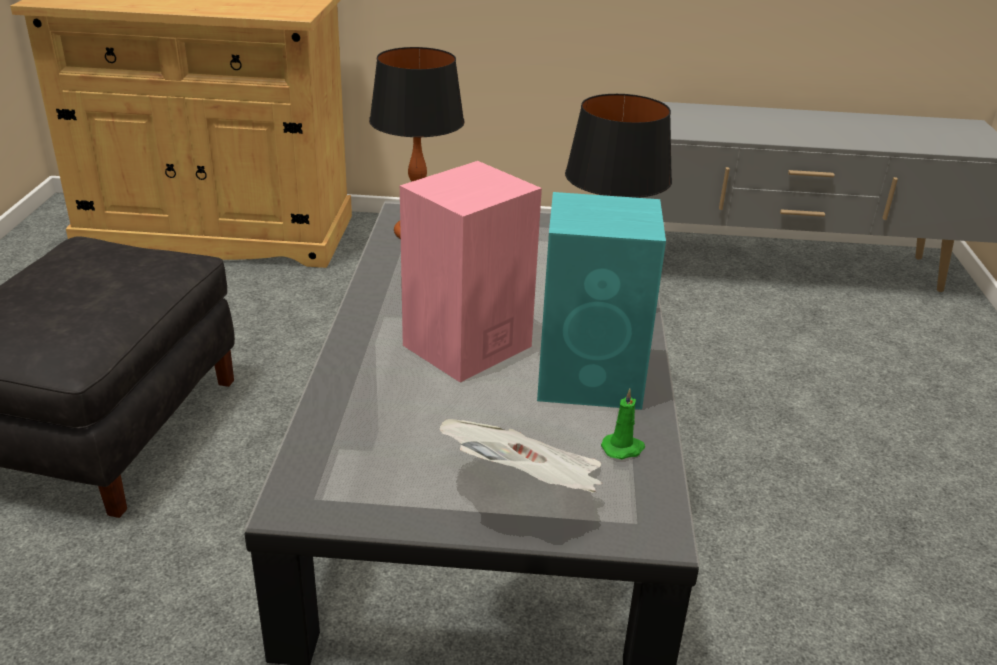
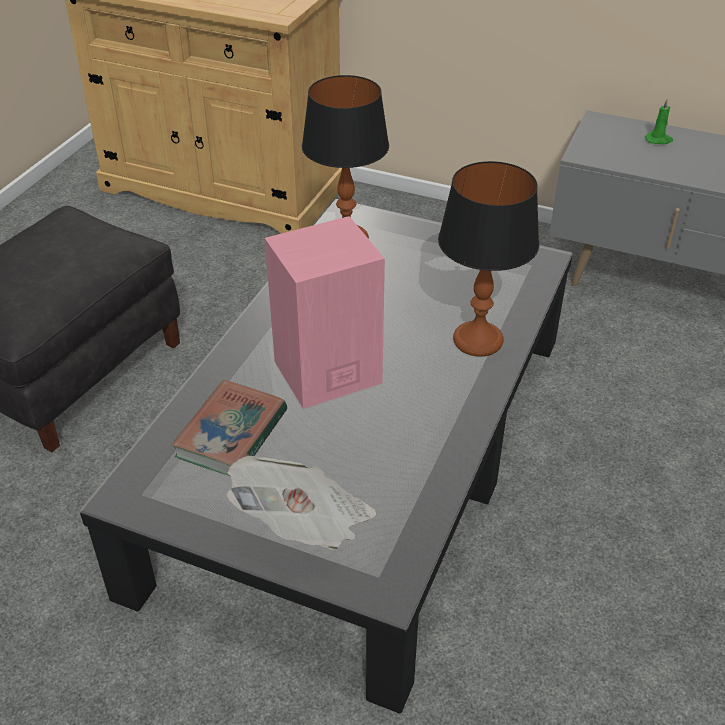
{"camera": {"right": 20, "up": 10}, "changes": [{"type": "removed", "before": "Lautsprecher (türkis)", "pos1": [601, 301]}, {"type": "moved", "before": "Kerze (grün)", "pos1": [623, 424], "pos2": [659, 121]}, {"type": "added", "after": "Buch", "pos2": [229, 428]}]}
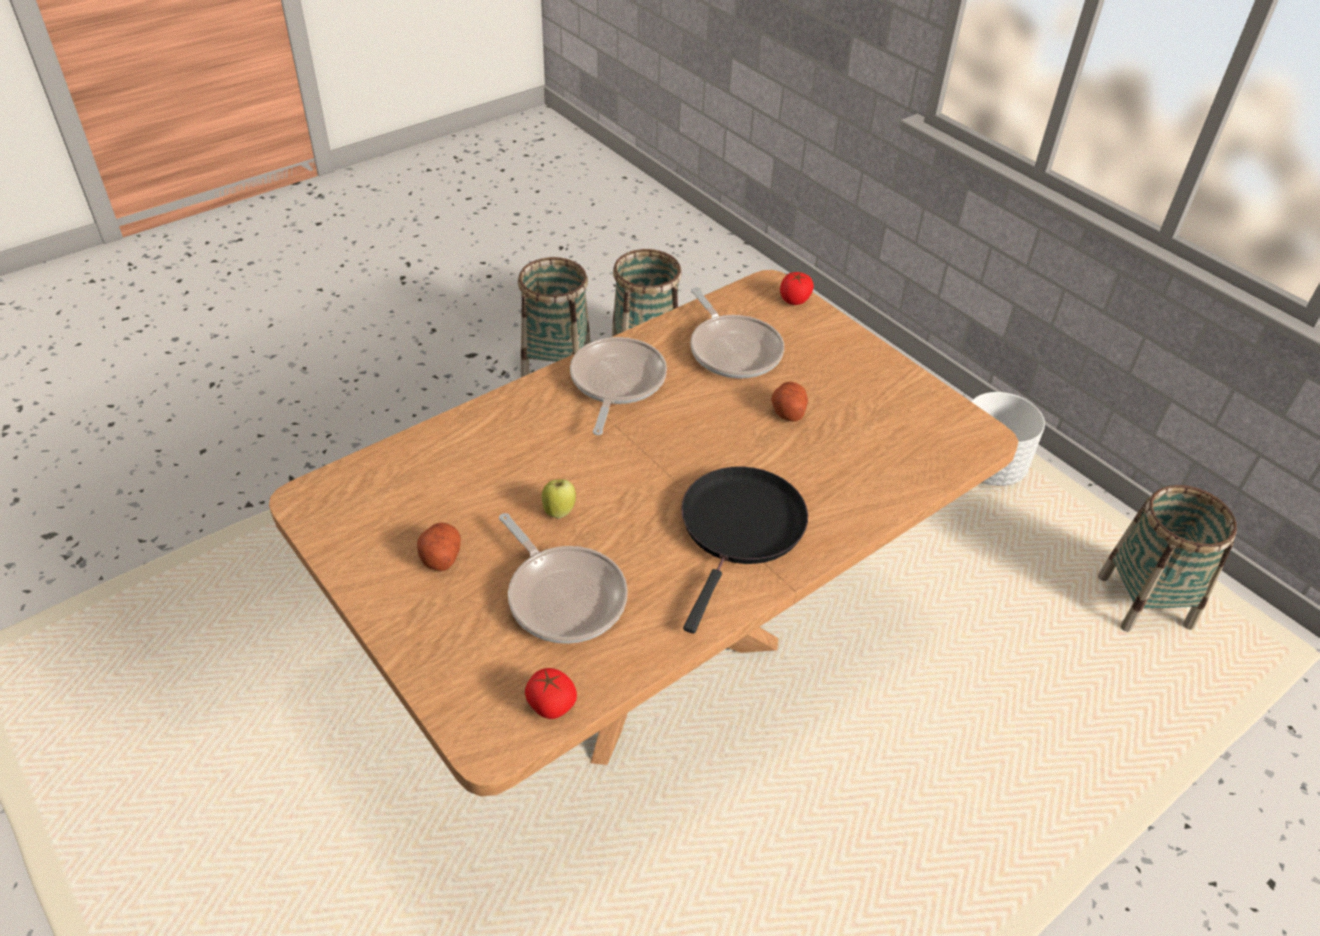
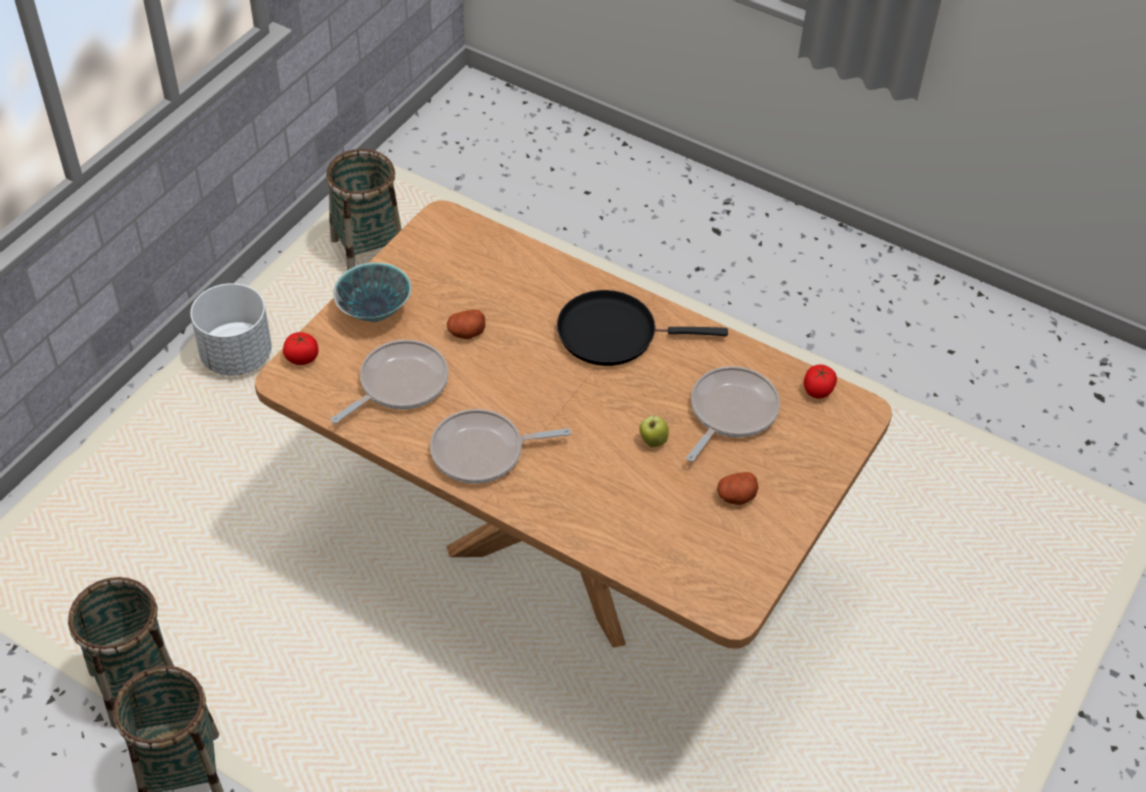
{"camera": {"right": -110, "up": 5}, "changes": [{"type": "added", "after": "Schüssel", "pos2": [372, 292]}]}
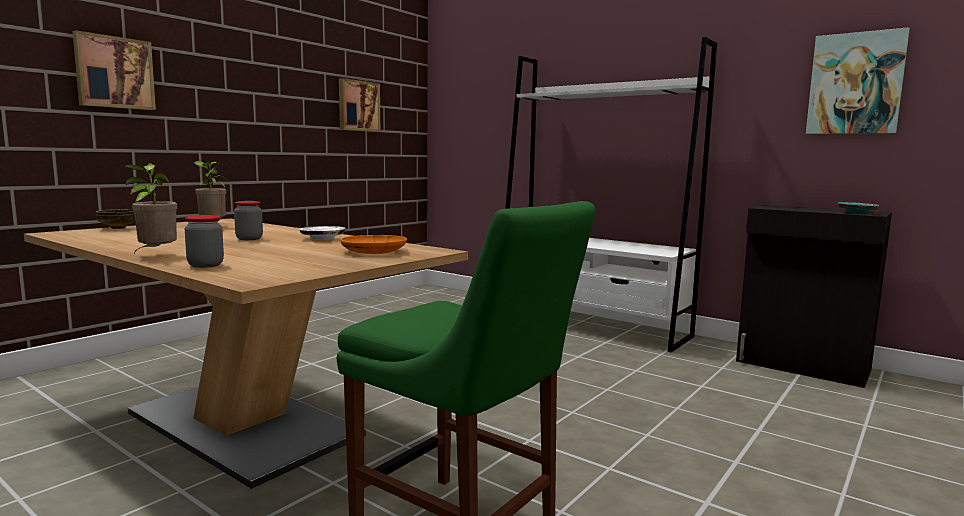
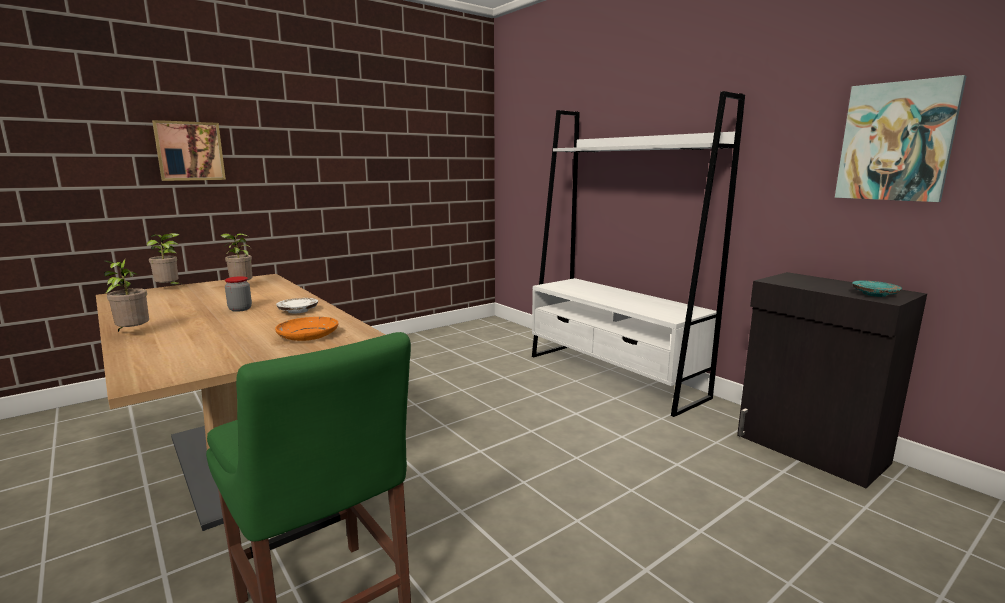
{"camera": {"right": 15, "up": 5}, "changes": [{"type": "removed", "before": "Bild", "pos1": [359, 105]}, {"type": "replaced", "before": "Schüssel", "after": "Topfpflanze", "pos1": [115, 219], "pos2": [165, 259]}, {"type": "removed", "before": "Vorratsglas", "pos1": [204, 241]}]}
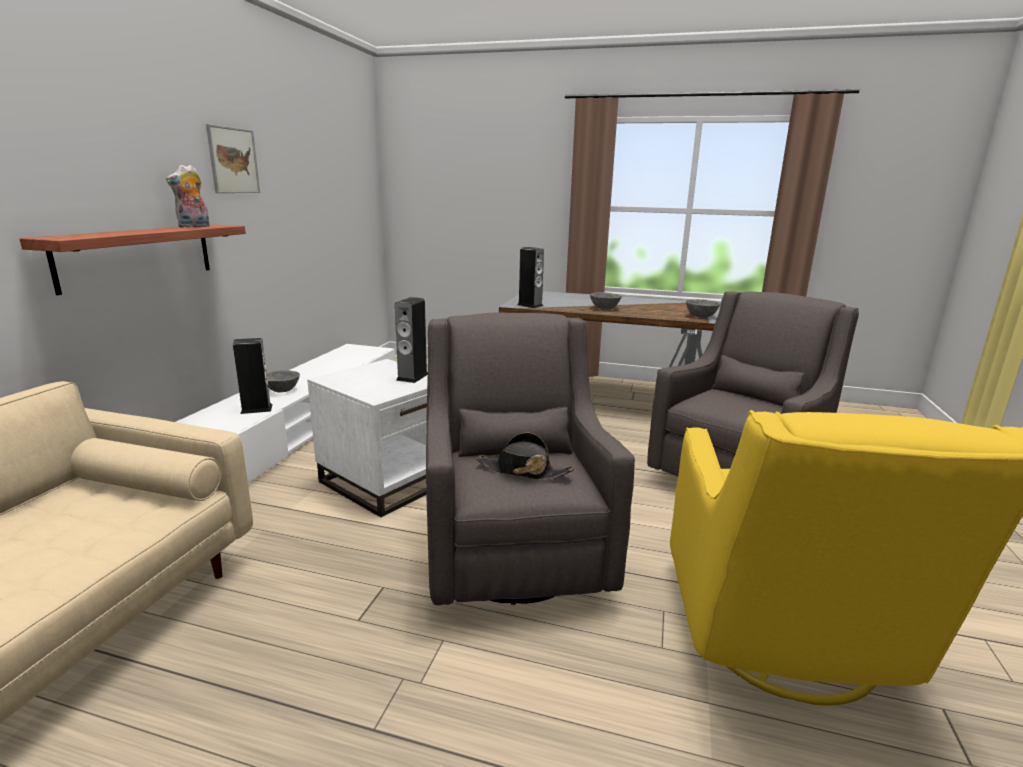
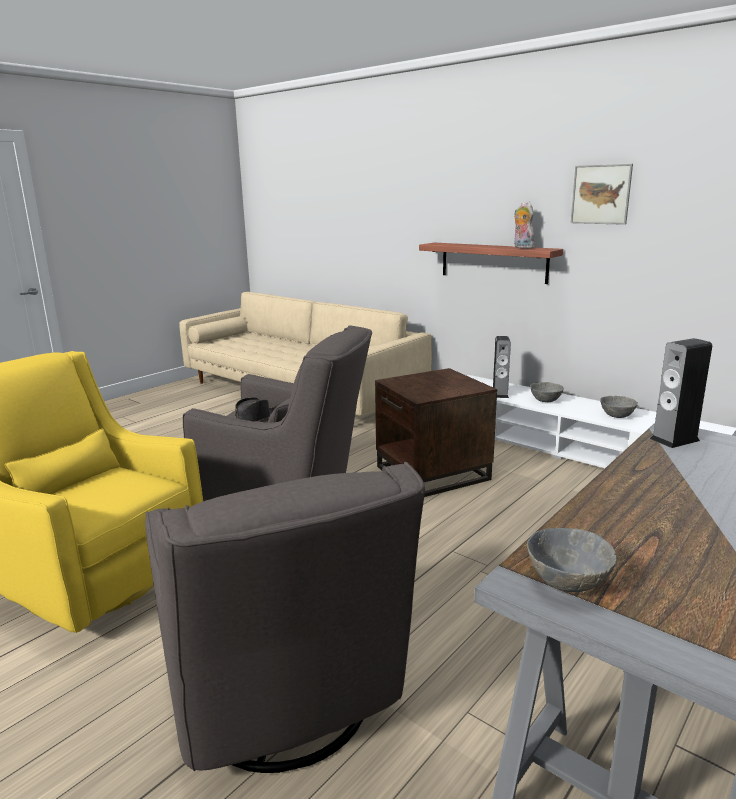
{"camera": {"right": 115, "up": 0}, "changes": [{"type": "moved", "before": "Schüssel (grau)", "pos1": [606, 301], "pos2": [619, 407]}, {"type": "removed", "before": "Lautsprecher", "pos1": [411, 340]}, {"type": "recoloured", "before": "Beistelltisch (weiß)", "after": "Beistelltisch (braun)", "pos1": [367, 438], "pos2": [436, 432]}]}
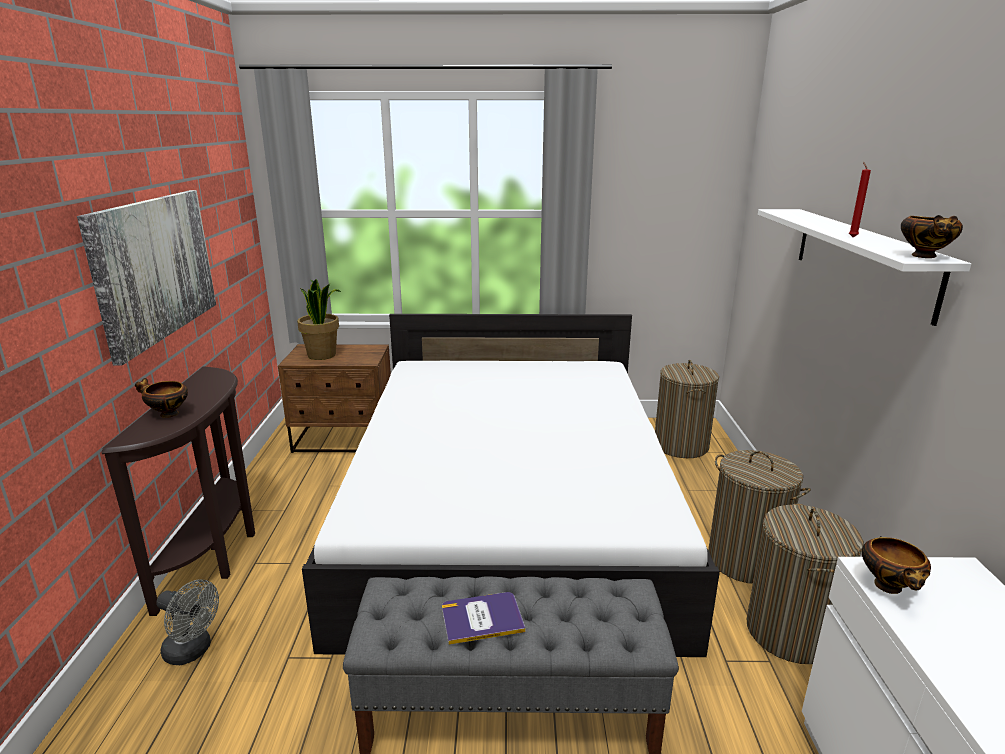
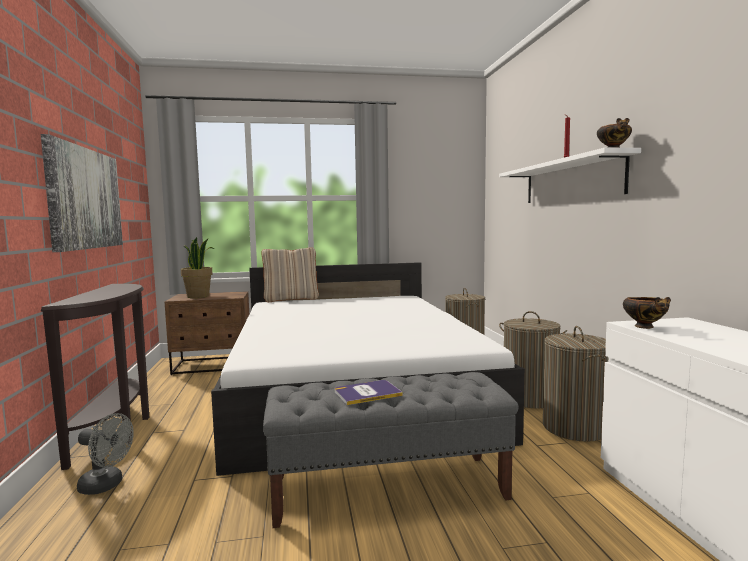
{"camera": {"right": -10, "up": -15}, "changes": [{"type": "removed", "before": "Schüssel", "pos1": [161, 398]}, {"type": "added", "after": "Kissen (beige)", "pos2": [290, 275]}]}
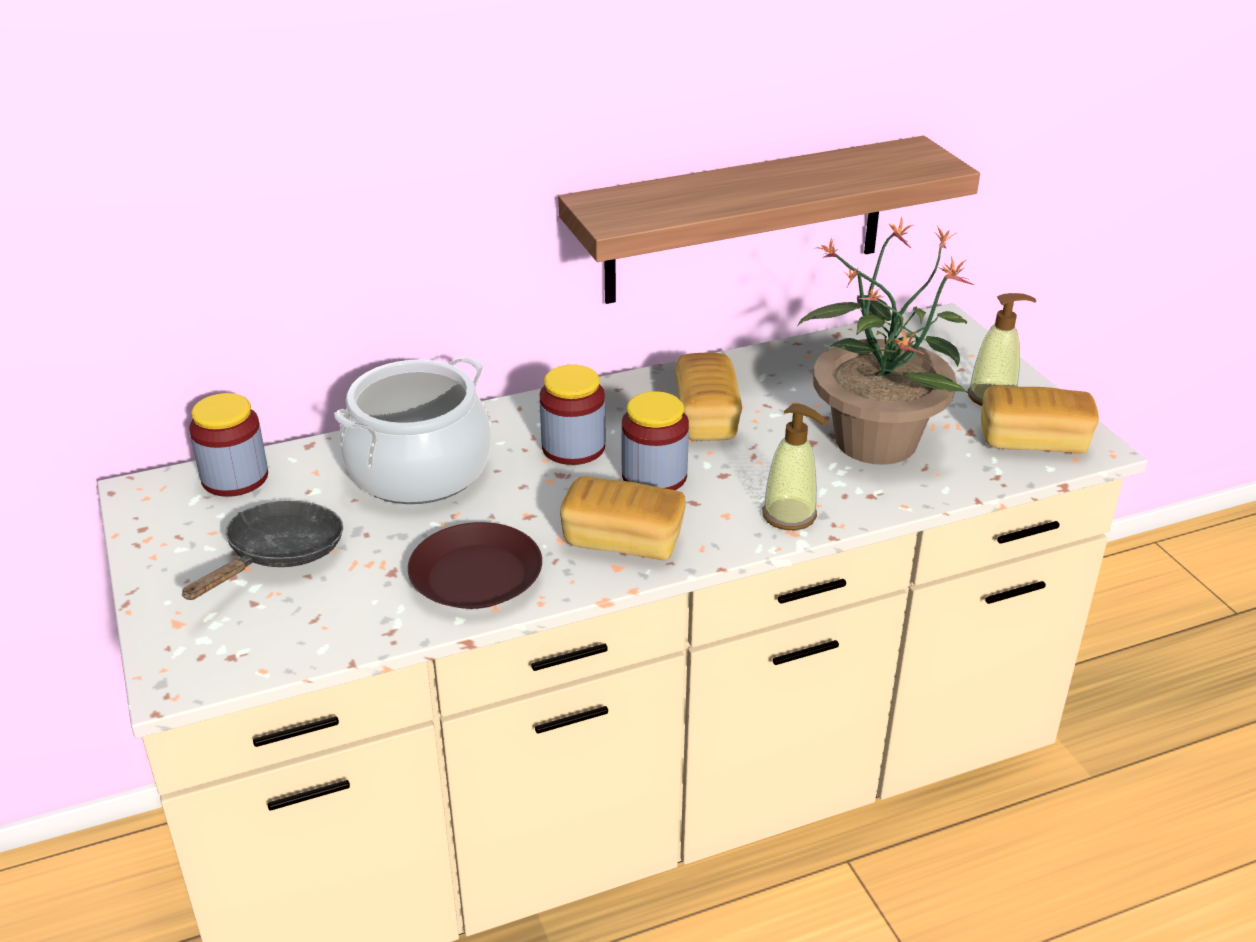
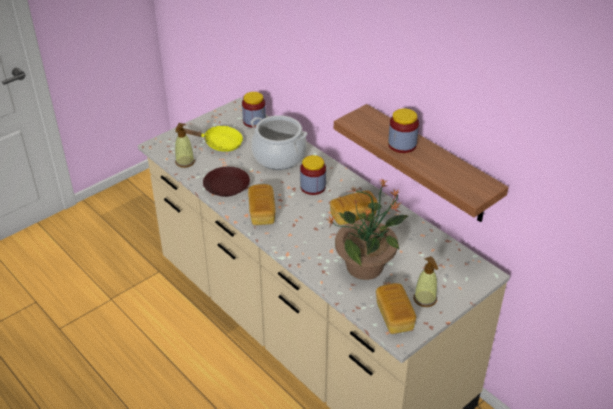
{"camera": {"right": 70, "up": 5}, "changes": [{"type": "moved", "before": "Vorratsglas", "pos1": [655, 440], "pos2": [403, 130]}, {"type": "moved", "before": "Seifenspender", "pos1": [794, 467], "pos2": [185, 145]}, {"type": "recoloured", "before": "Pfanne (schwarz)", "after": "Pfanne (gelb)", "pos1": [262, 550], "pos2": [213, 139]}]}
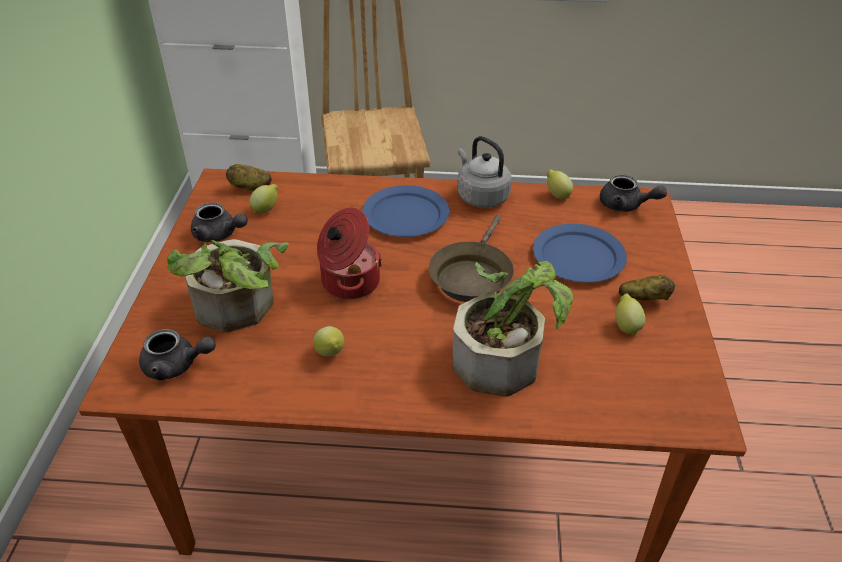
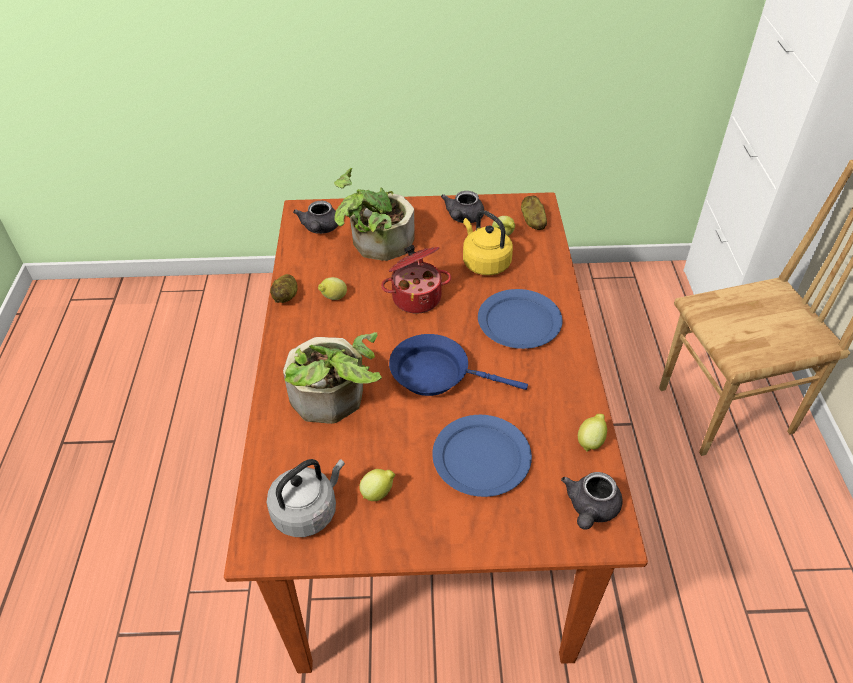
{"camera": {"right": 85, "up": 5}, "changes": [{"type": "moved", "before": "Wasserkessel (grau)", "pos1": [484, 172], "pos2": [306, 498]}, {"type": "recoloured", "before": "Pfanne (braun)", "after": "Pfanne (blau)", "pos1": [471, 258], "pos2": [458, 365]}, {"type": "moved", "before": "Kartoffel", "pos1": [647, 287], "pos2": [284, 288]}, {"type": "added", "after": "Wasserkessel (gelb)", "pos2": [488, 242]}]}
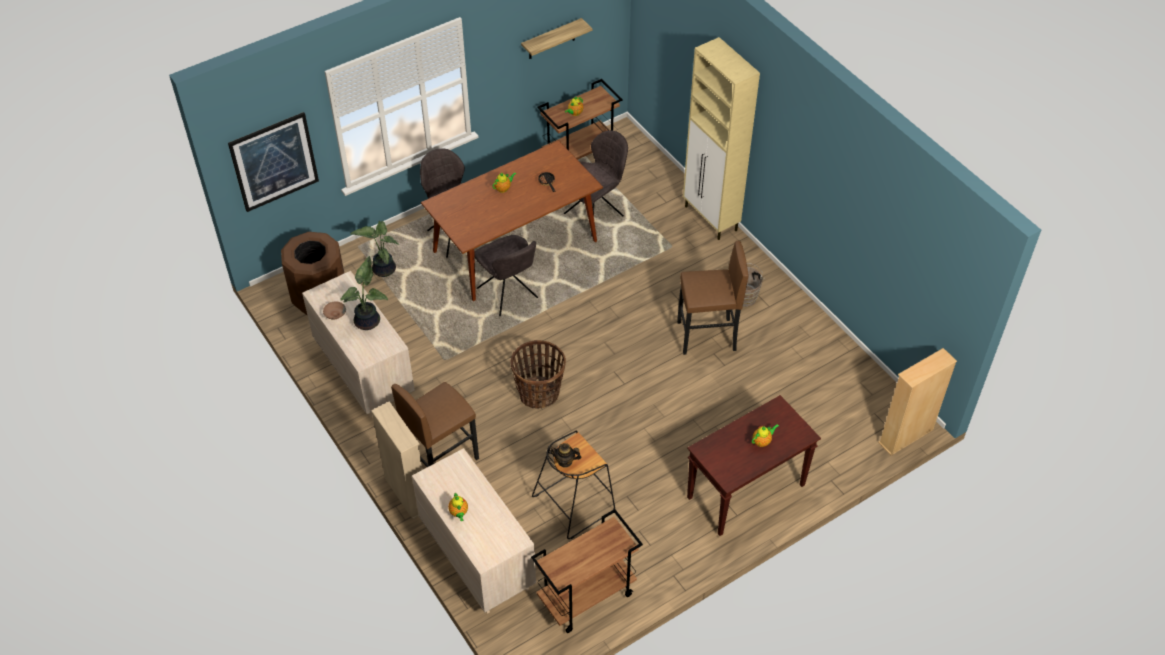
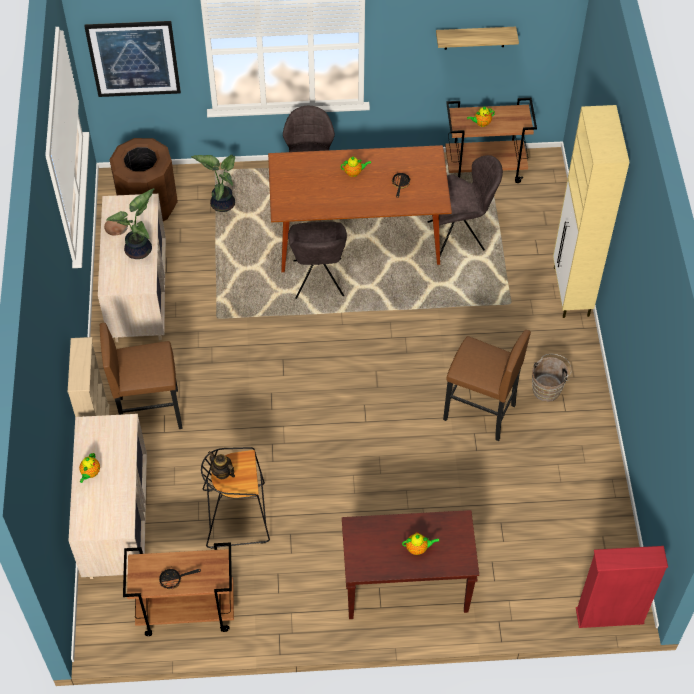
{"camera": {"right": 30, "up": 5}, "changes": [{"type": "removed", "before": "Korb", "pos1": [538, 374]}, {"type": "recoloured", "before": "Bücherregal (beige)", "after": "Bücherregal (rot)", "pos1": [917, 402], "pos2": [622, 587]}, {"type": "added", "after": "Pfanne", "pos2": [180, 578]}]}
